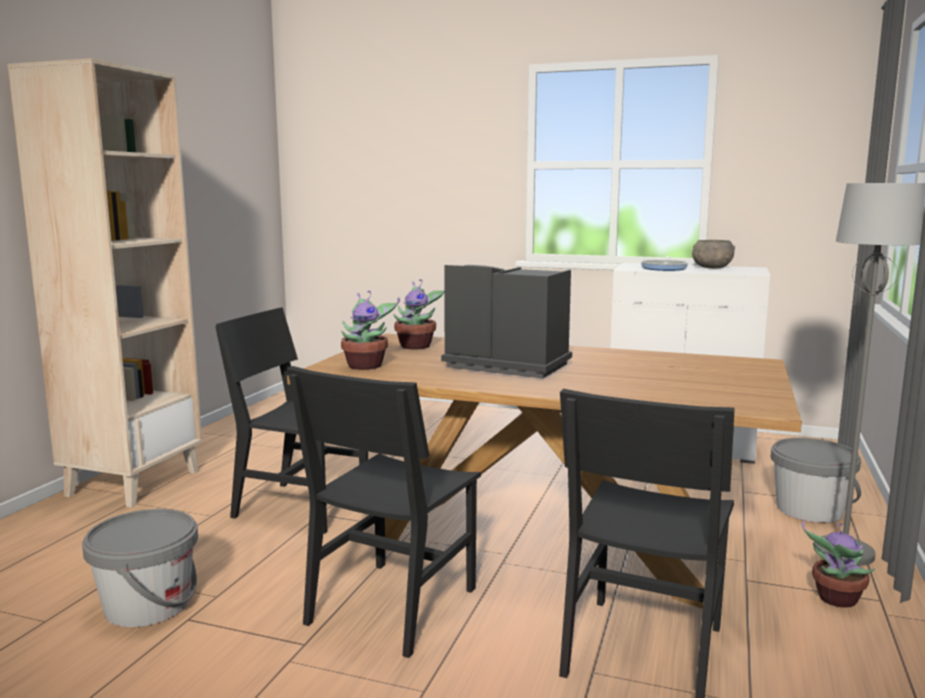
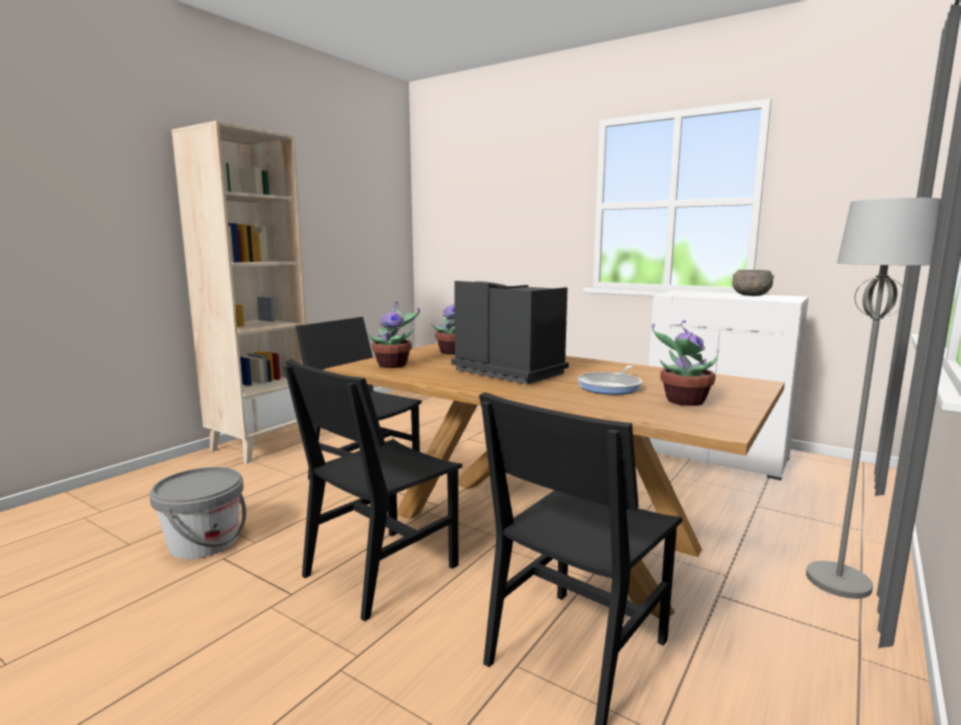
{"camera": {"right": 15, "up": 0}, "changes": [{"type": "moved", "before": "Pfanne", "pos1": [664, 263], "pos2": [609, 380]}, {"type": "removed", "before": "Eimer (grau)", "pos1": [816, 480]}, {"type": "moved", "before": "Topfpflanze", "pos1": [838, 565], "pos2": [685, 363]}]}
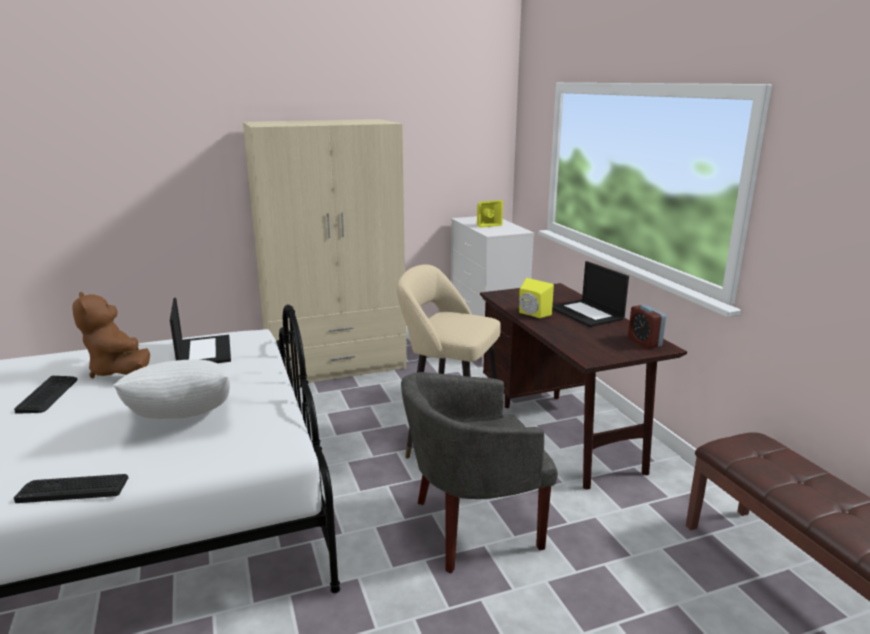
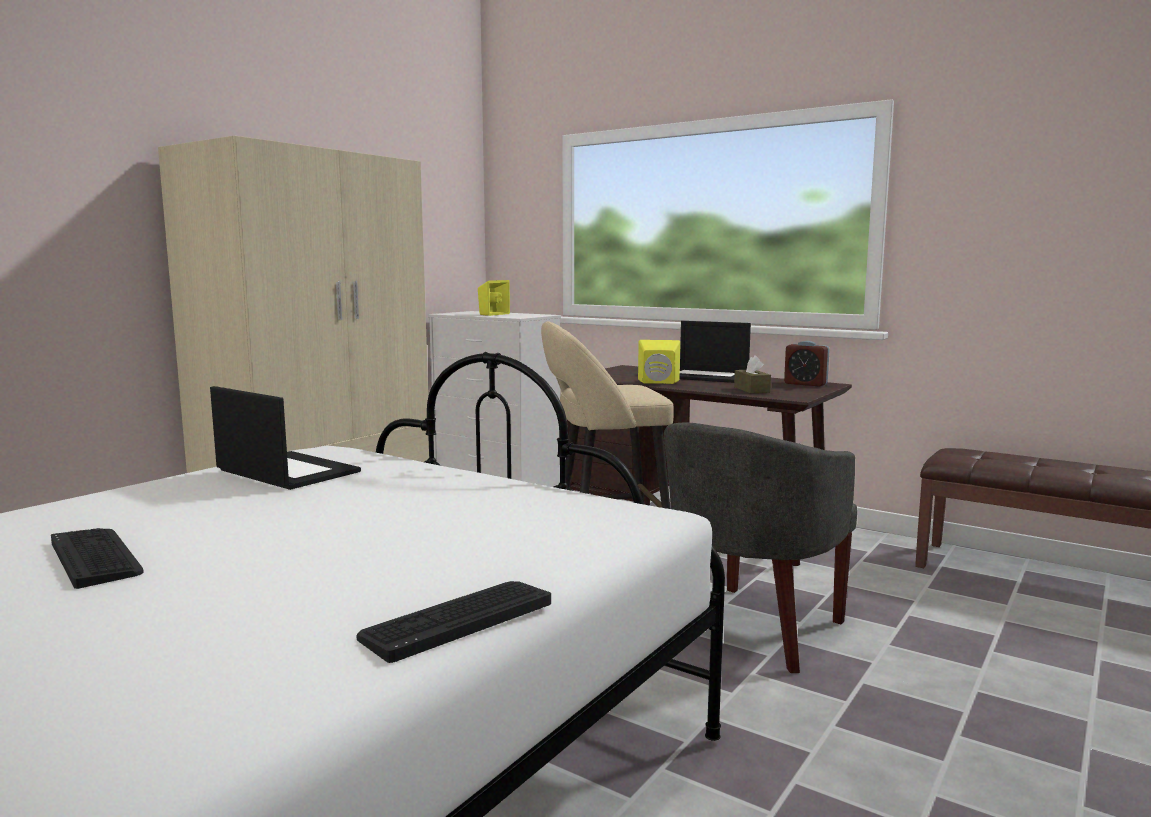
{"camera": {"right": -35, "up": -10}, "changes": [{"type": "removed", "before": "Plüschtier (braun)", "pos1": [111, 335]}, {"type": "removed", "before": "Kissen (weiß)", "pos1": [171, 389]}, {"type": "added", "after": "Taschentuchbox (braun)", "pos2": [752, 374]}]}
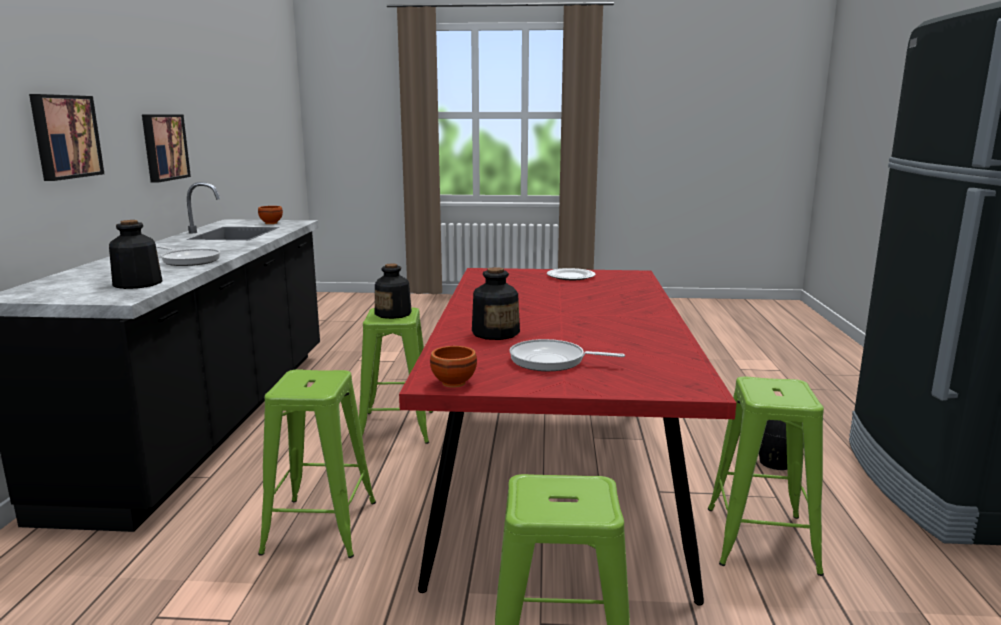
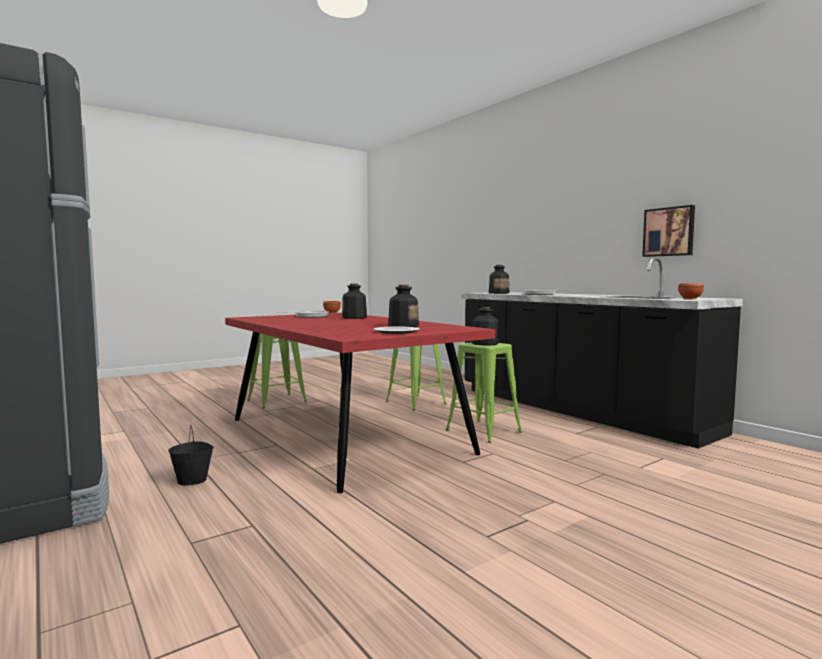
{"camera": {"right": 140, "up": -10}, "changes": [{"type": "removed", "before": "Bild", "pos1": [66, 137]}, {"type": "removed", "before": "Hocker (grün)", "pos1": [766, 476]}, {"type": "added", "after": "Flasche", "pos2": [403, 306]}]}
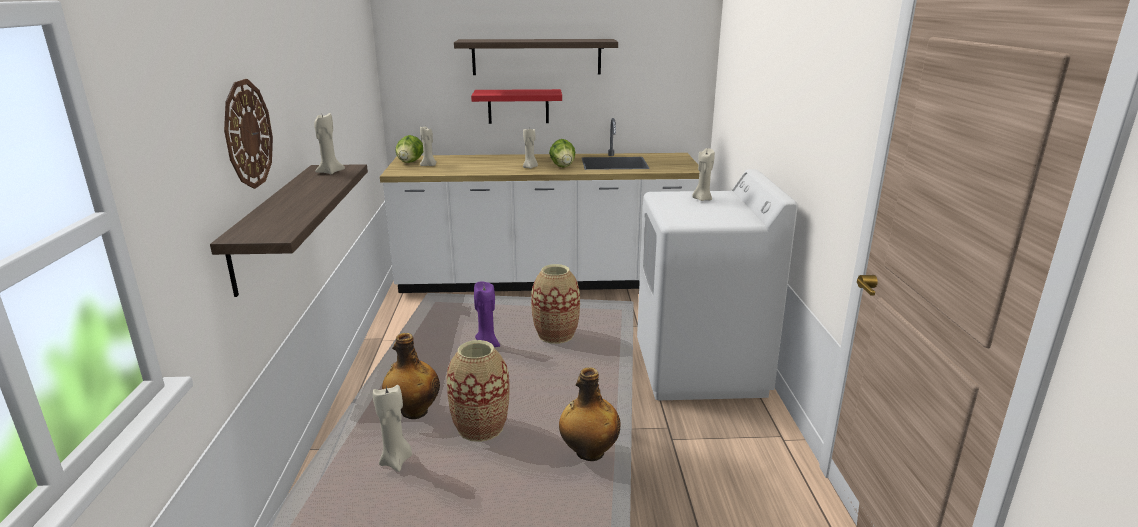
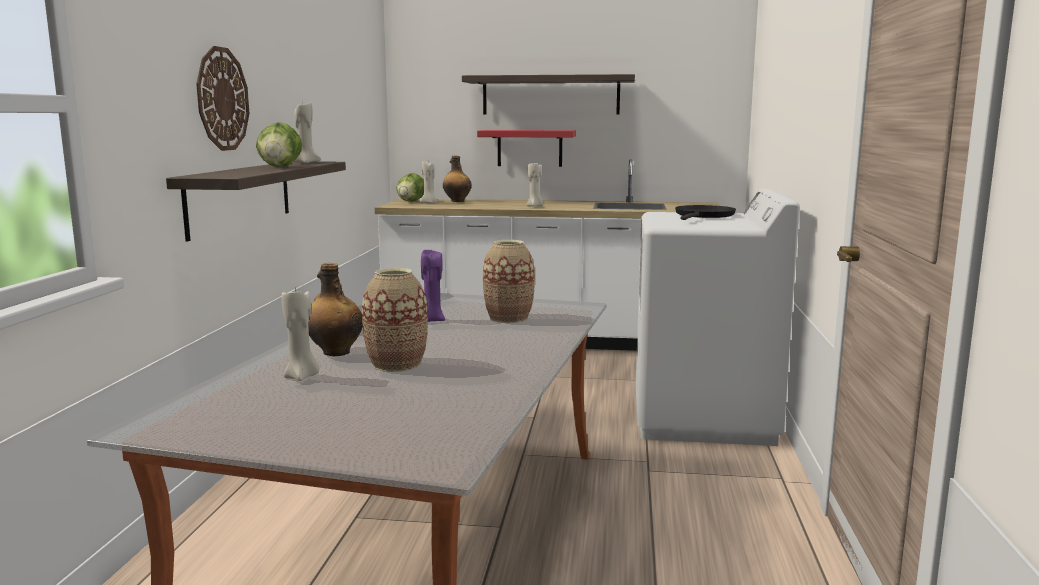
{"camera": {"right": 10, "up": -10}, "changes": [{"type": "moved", "before": "Salatkopf", "pos1": [562, 153], "pos2": [279, 144]}, {"type": "replaced", "before": "Kerze (beige)", "after": "Pfanne (schwarz)", "pos1": [703, 174], "pos2": [705, 212]}, {"type": "moved", "before": "Flasche", "pos1": [590, 414], "pos2": [457, 179]}]}
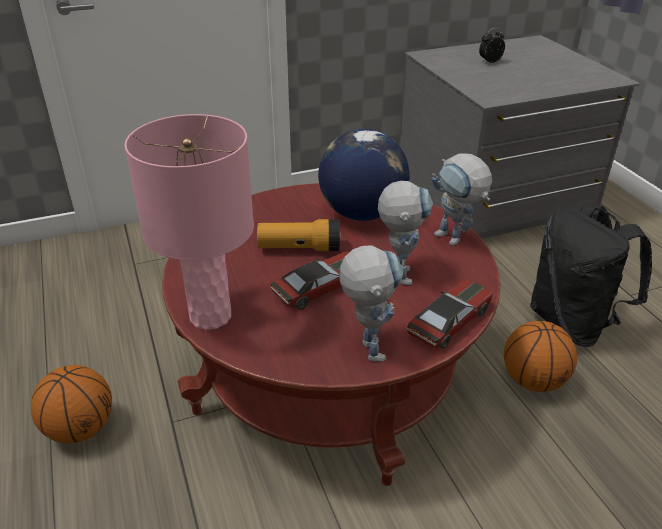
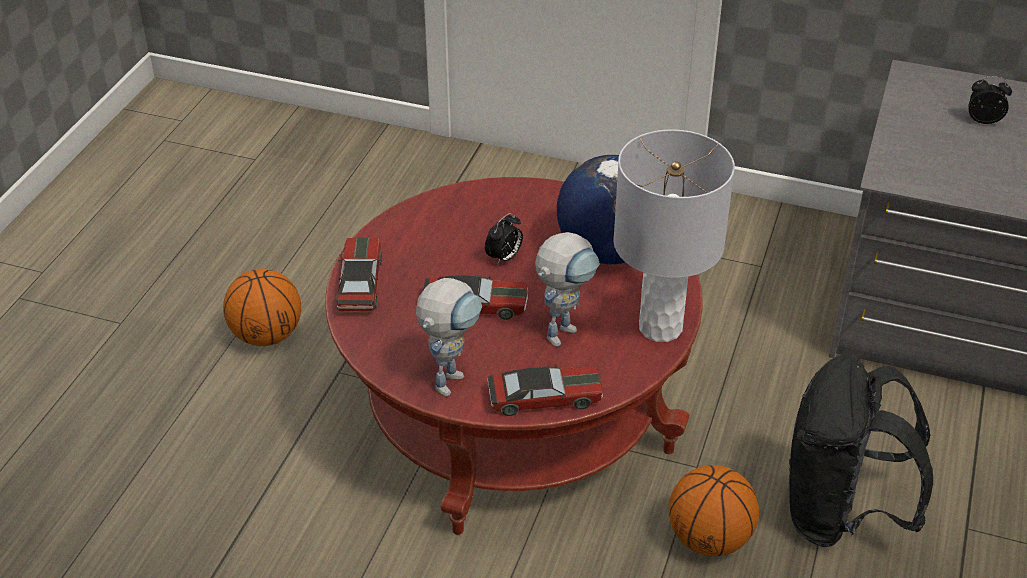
{"camera": {"right": 40, "up": 5}, "changes": [{"type": "replaced", "before": "Tischlampe (rosa)", "after": "Spielzeugauto", "pos1": [189, 222], "pos2": [359, 274]}, {"type": "replaced", "before": "Spielzeugroboter", "after": "Tischlampe (grau)", "pos1": [461, 199], "pos2": [674, 235]}, {"type": "replaced", "before": "Taschenlampe", "after": "Wecker", "pos1": [299, 235], "pos2": [504, 239]}]}
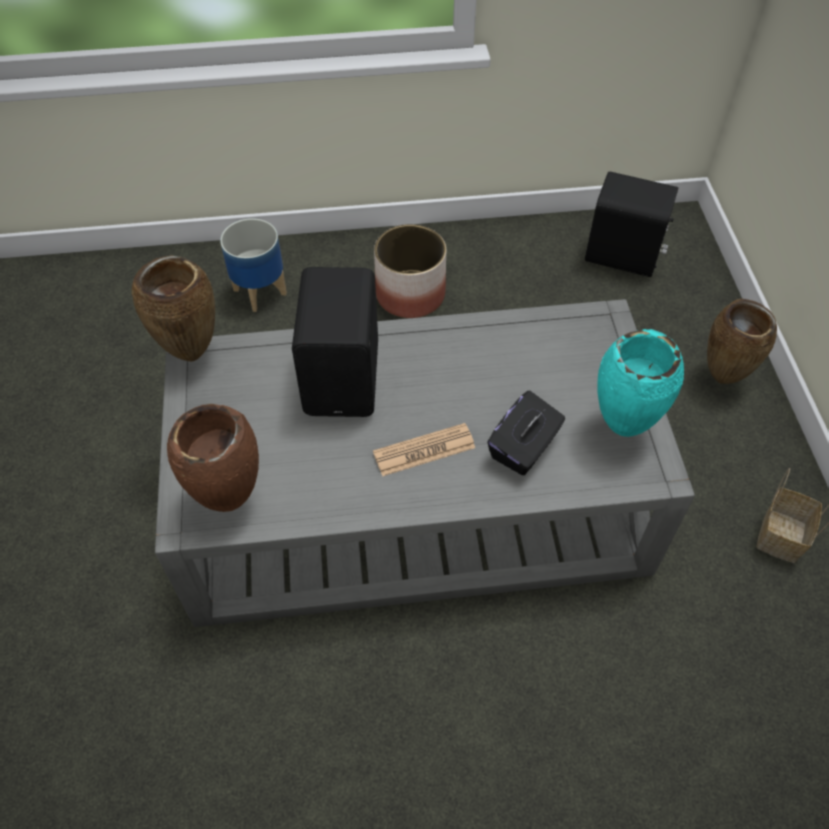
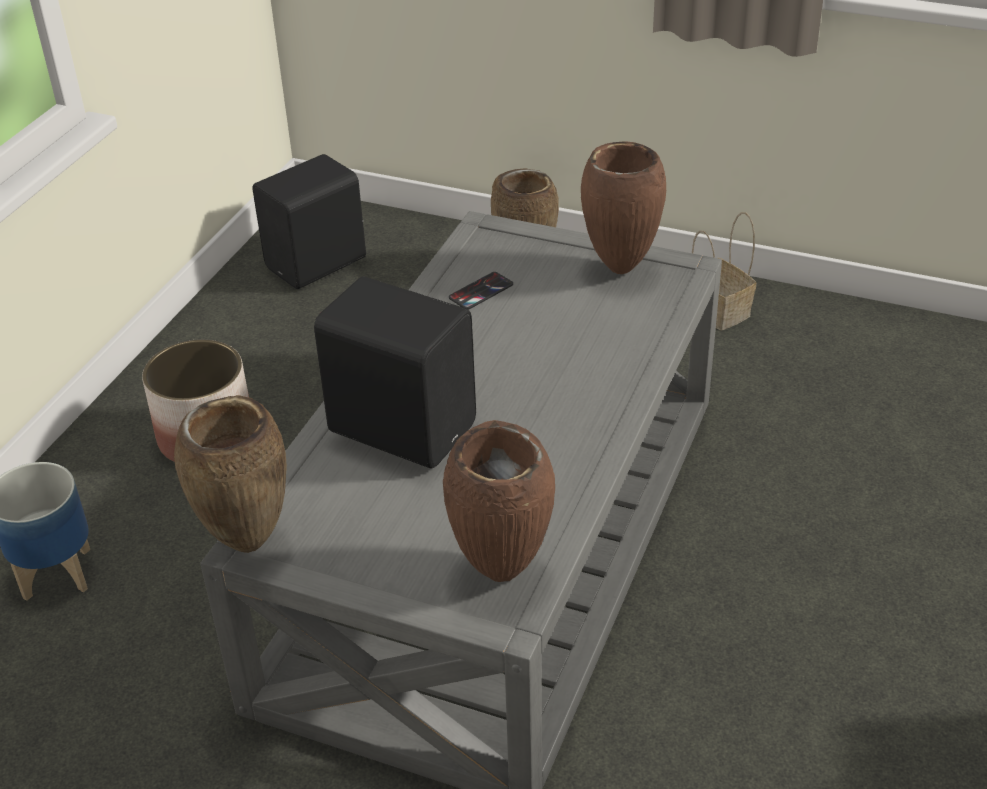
{"camera": {"right": -60, "up": -15}, "changes": [{"type": "recoloured", "before": "Vase (türkis)", "after": "Vase (braun)", "pos1": [640, 383], "pos2": [623, 207]}, {"type": "removed", "before": "Taschentuchbox (schwarz)", "pos1": [526, 433]}, {"type": "removed", "before": "Zeitung", "pos1": [424, 449]}, {"type": "added", "after": "Handy", "pos2": [481, 291]}]}
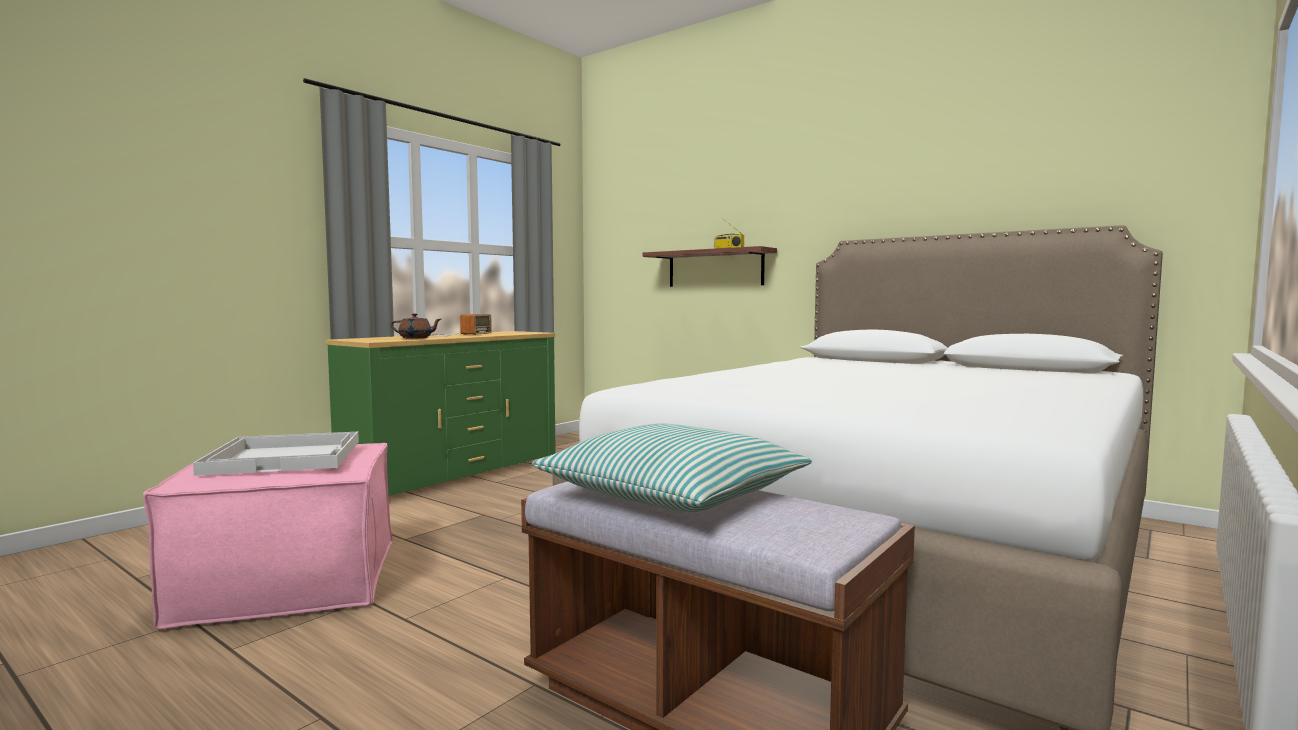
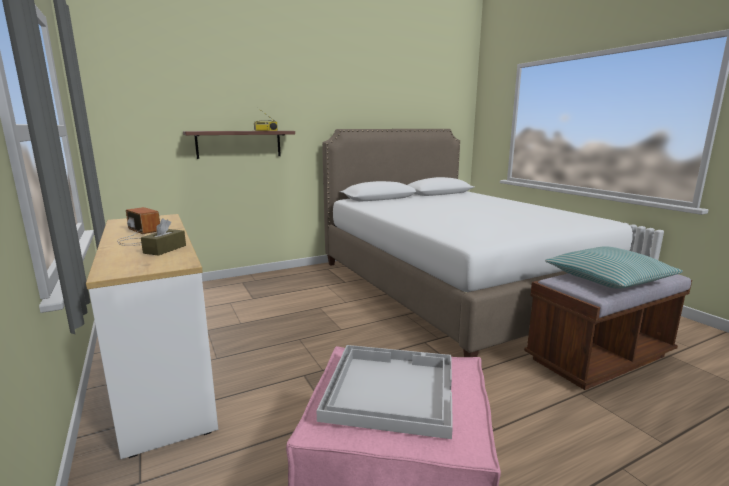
{"camera": {"right": -65, "up": 10}, "changes": [{"type": "replaced", "before": "Teekanne (braun)", "after": "Taschentuchbox (braun)", "pos1": [416, 326], "pos2": [163, 237]}, {"type": "recoloured", "before": "Kommode (grün)", "after": "Kommode (weiß)", "pos1": [441, 413], "pos2": [152, 336]}]}
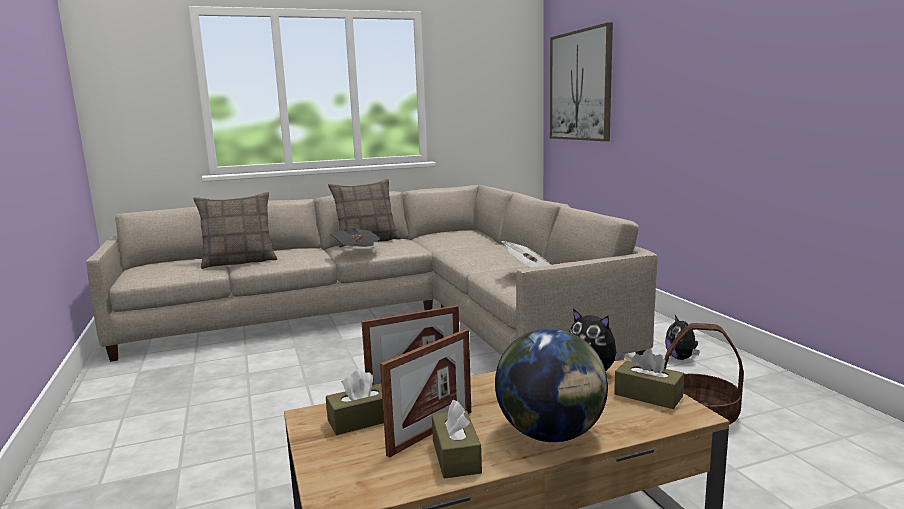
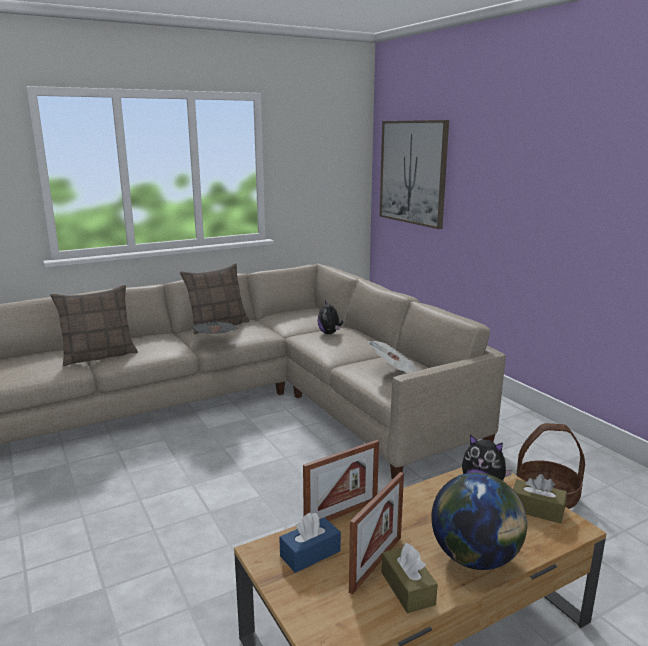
{"camera": {"right": -10, "up": 5}, "changes": [{"type": "moved", "before": "Plüschtier", "pos1": [682, 337], "pos2": [330, 317]}, {"type": "recoloured", "before": "Taschentuchbox (braun)", "after": "Taschentuchbox (blau)", "pos1": [355, 402], "pos2": [310, 542]}]}
